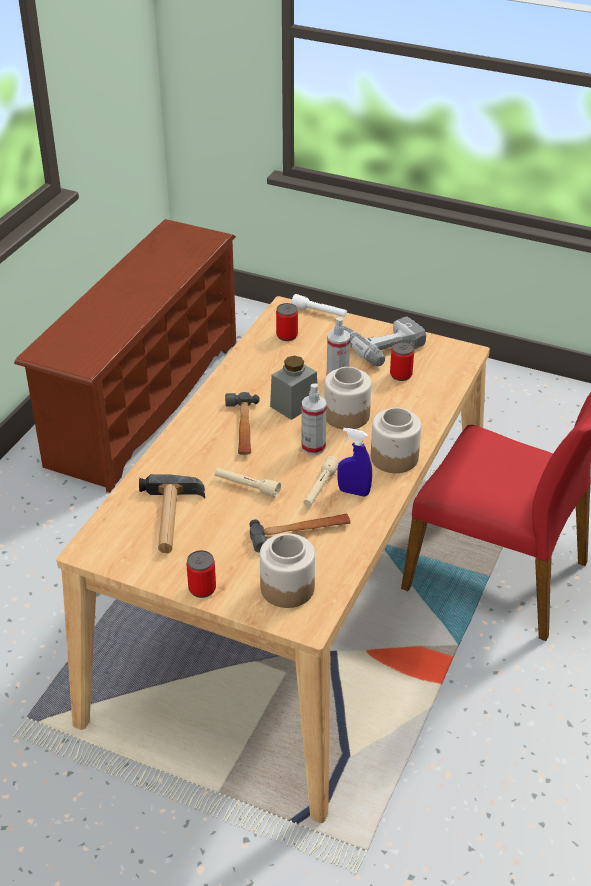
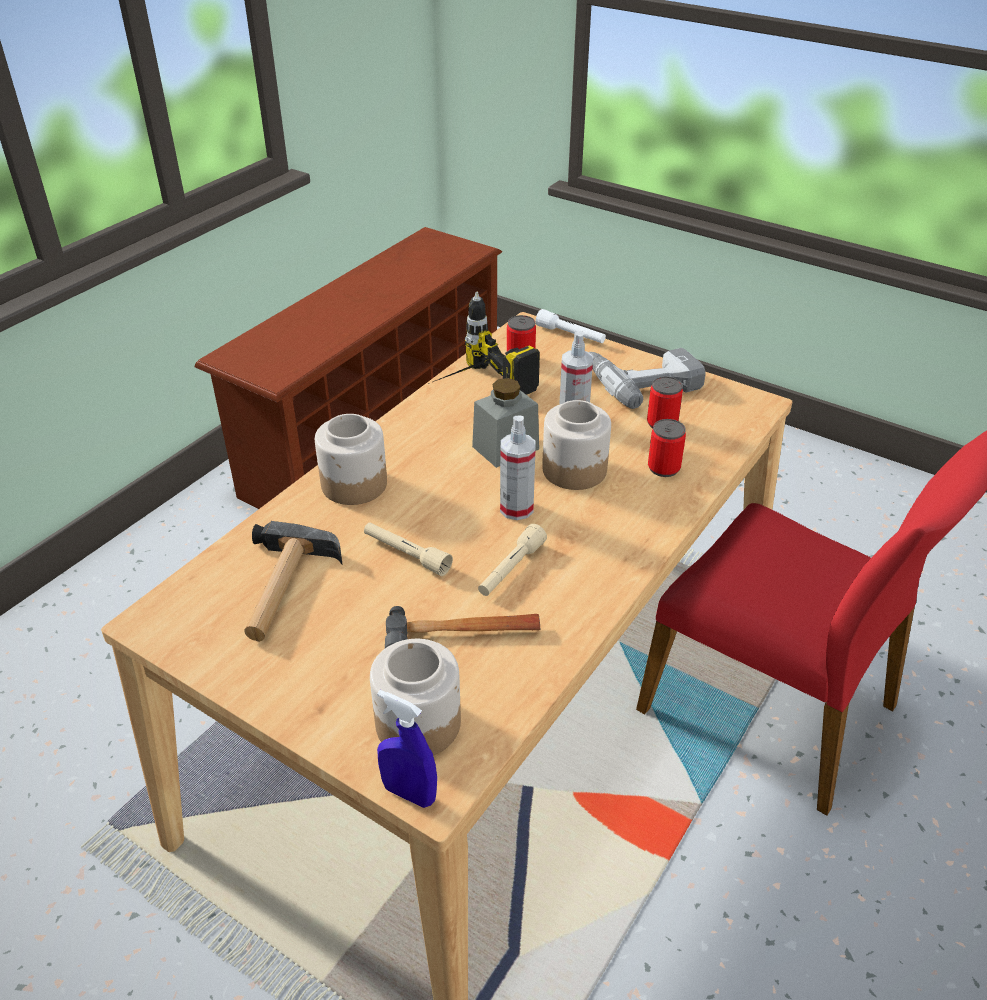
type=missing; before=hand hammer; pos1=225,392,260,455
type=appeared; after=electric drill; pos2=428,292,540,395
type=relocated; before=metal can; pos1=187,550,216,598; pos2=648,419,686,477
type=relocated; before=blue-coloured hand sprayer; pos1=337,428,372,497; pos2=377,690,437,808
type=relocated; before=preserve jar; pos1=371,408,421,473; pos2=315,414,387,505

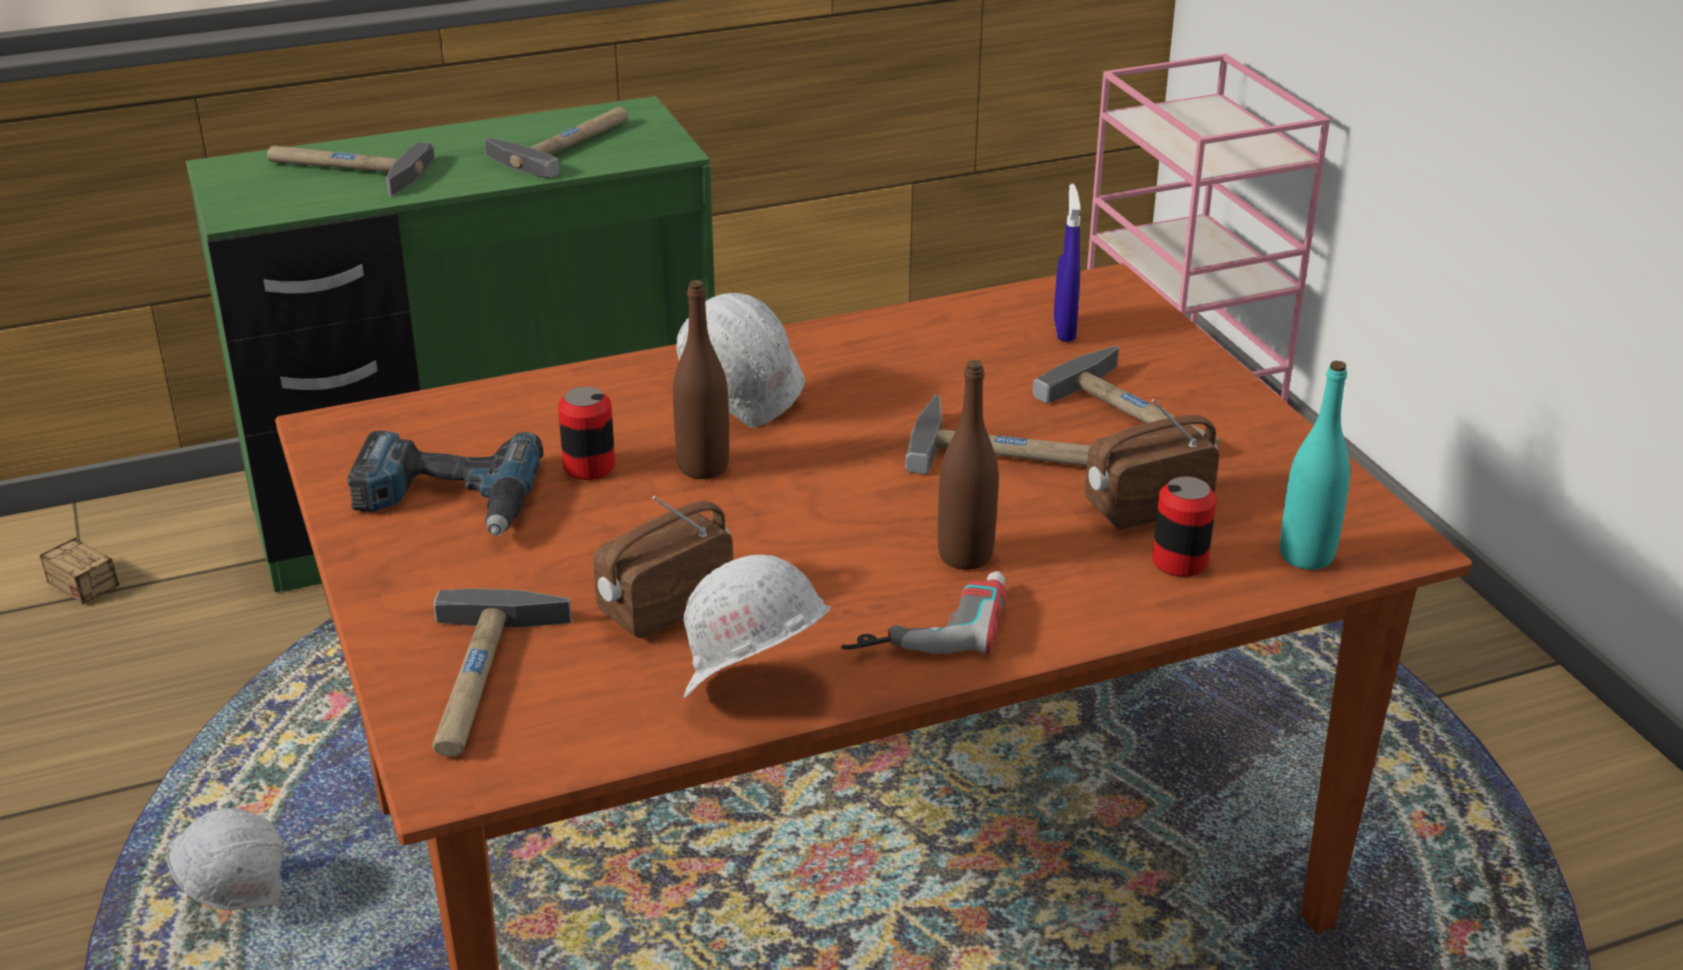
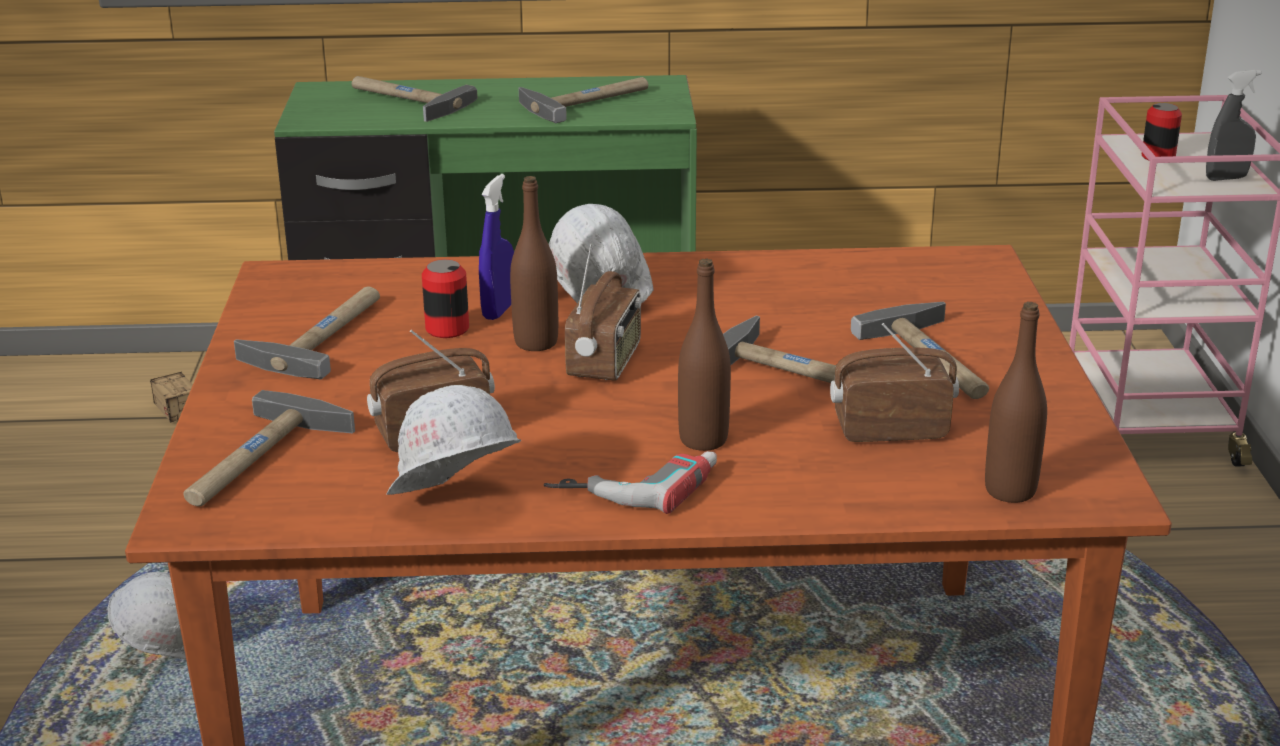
type=appeared; after=radio set; pos2=565,244,642,381
type=appeared; after=greyish hand sprayer; pos2=1206,70,1262,181
type=relocated; before=blue-coloured hand sprayer; pos1=1054,184,1080,342; pos2=479,174,514,320
type=relocated; before=metal can; pos1=1152,476,1217,577; pos2=1142,103,1182,160
type=exchanged; before=electric drill; after=hand hammer; pos1=347,431,543,536; pos2=234,287,380,379
type=colour; before=turquoise bottle; after=brownish bottle; pos1=1280,361,1350,570; pos2=985,302,1047,503

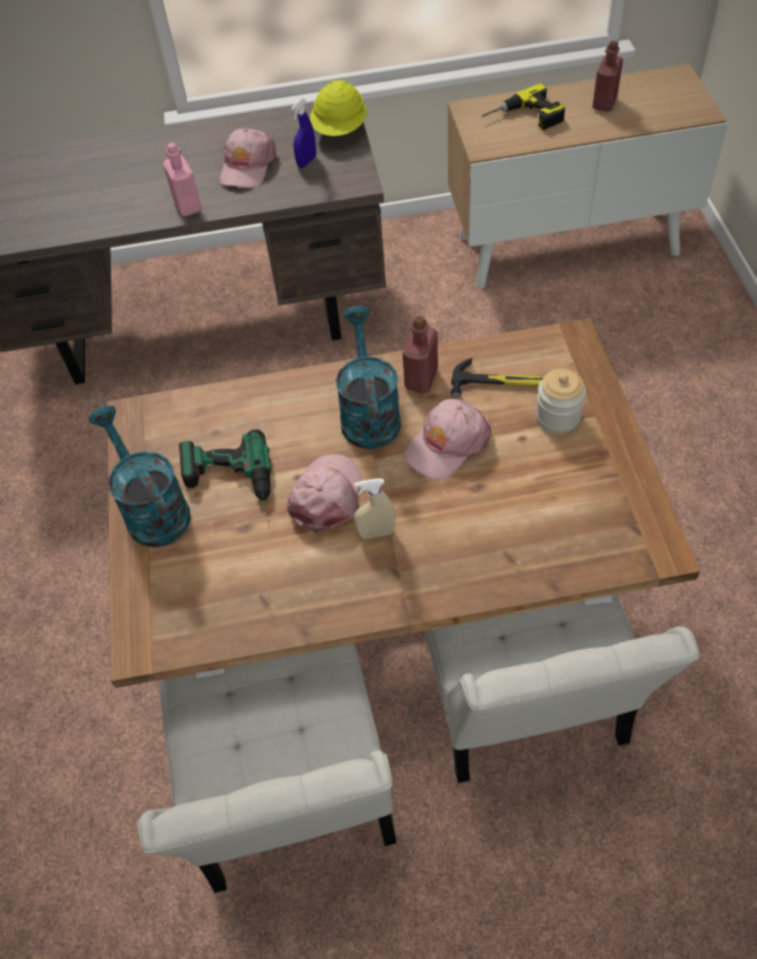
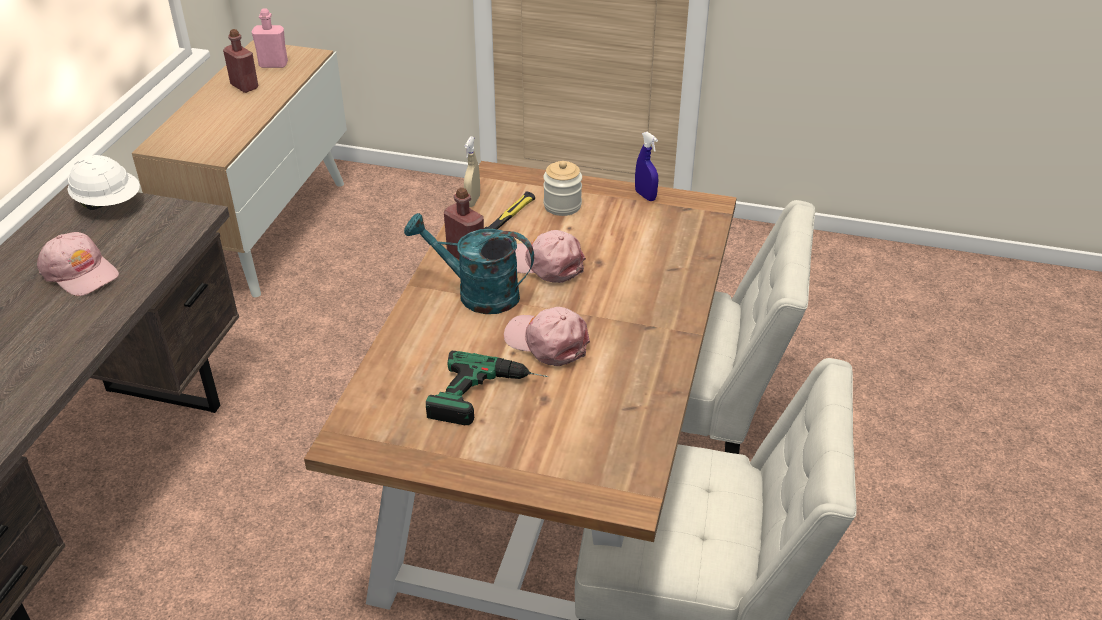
type=missing; before=turquoise sprinkling can; pos1=89,406,191,547
type=missing; before=electric drill; pos1=482,83,565,130
type=relocated; before=pink bottle; pos1=163,142,202,216; pos2=251,8,288,68
type=relocated; before=blue-coloured hand sprayer; pos1=291,99,316,168; pos2=635,132,658,201
type=relocated; before=sand-coloured hand sprayer; pos1=354,478,395,539; pos2=464,136,480,207
type=colour; before=yellow work helmet; after=white work helmet; pos1=310,80,367,136; pos2=68,154,140,210
type=spun; before=pink baseball cap; pos1=404,399,491,479; pos2=515,230,586,283; turn=135

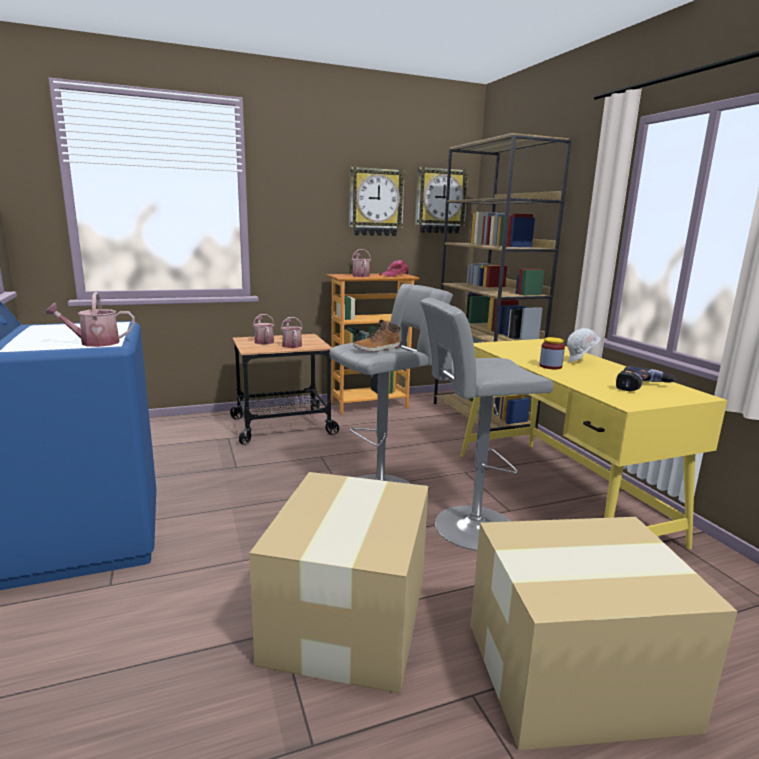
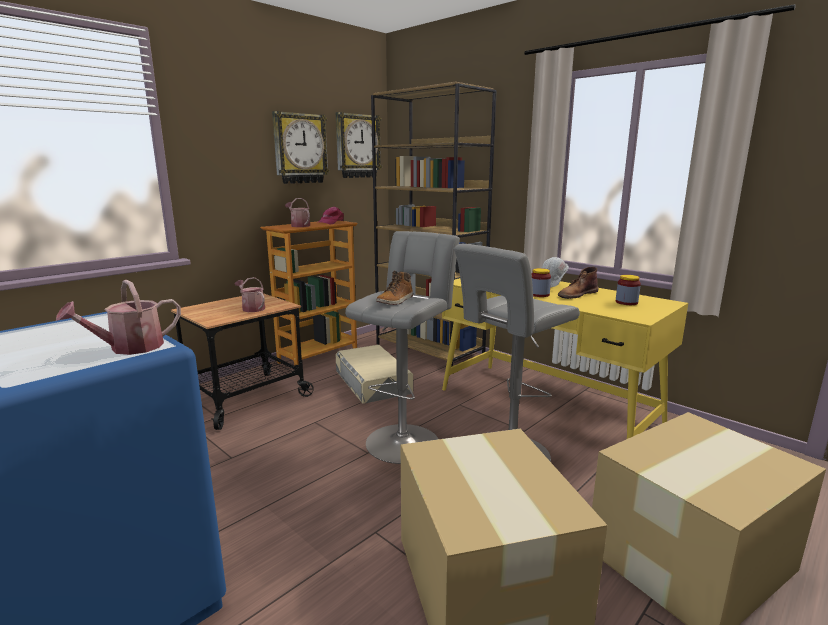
type=missing; before=sprinkling can; pos1=253,314,275,345
type=appeared; after=sand-coloured storage bin; pos2=336,345,413,404
type=appeared; after=brownish boot; pos2=558,267,598,299
type=exchanged; before=electric drill; after=preserve jar; pos1=616,366,676,392; pos2=616,275,641,305

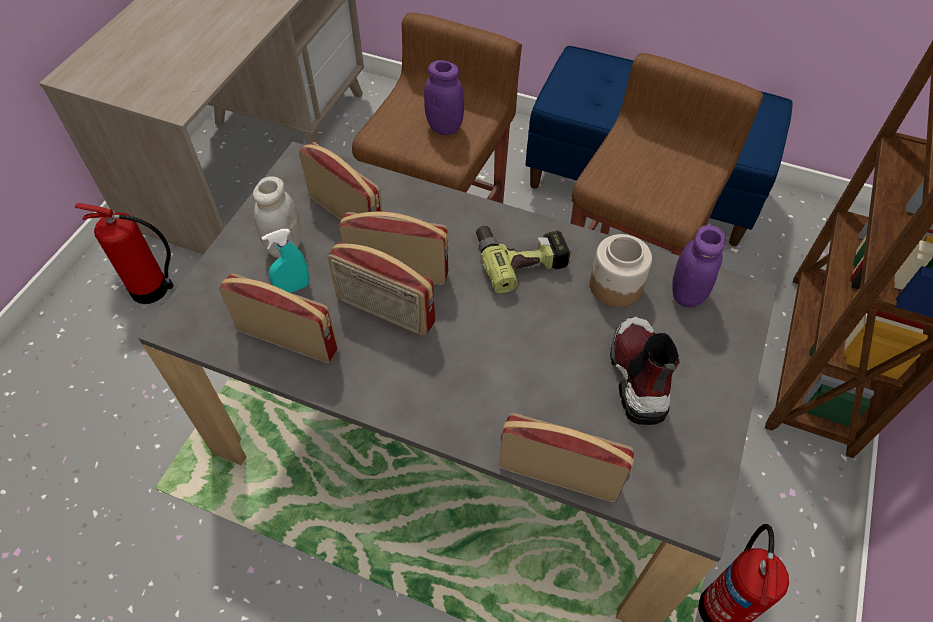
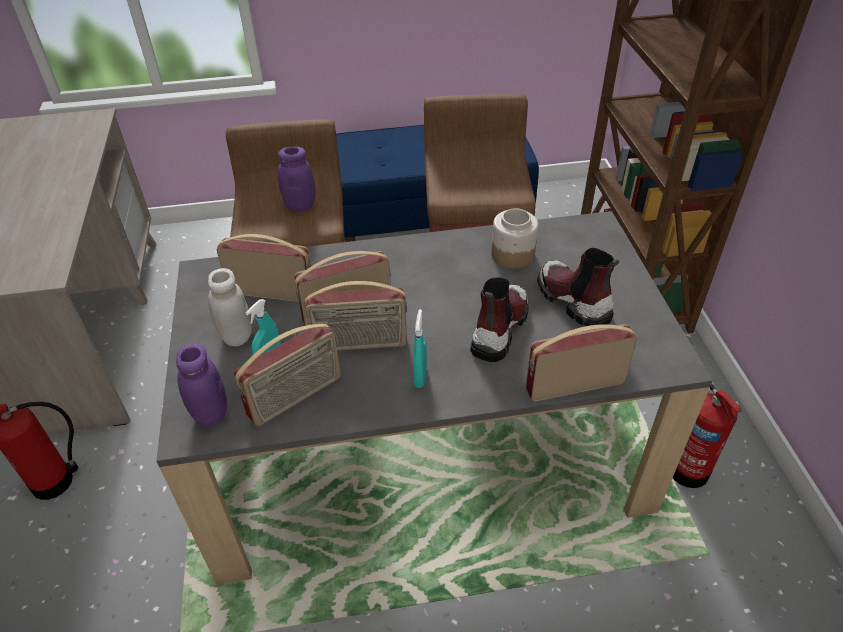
type=missing; before=electric drill; pos1=476,226,571,293
type=appeared; after=turquoise hand sprayer; pos2=413,309,427,388
type=appeared; after=boot; pos2=471,277,529,362
type=relocated; before=purple-coloured preserve jar; pos1=672,225,726,307; pos2=176,343,227,426
type=spun; before=radio set; pos1=219,273,338,363; pos2=234,323,341,426; turn=150

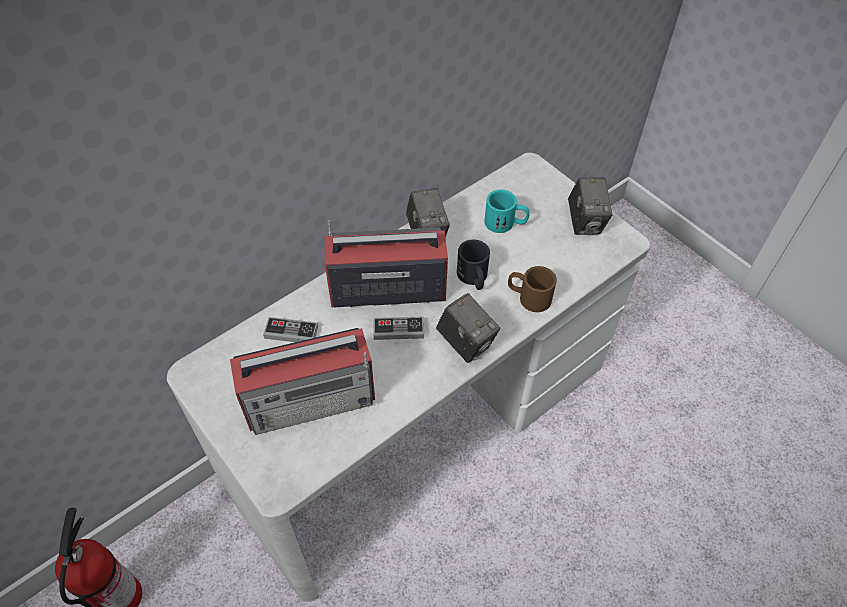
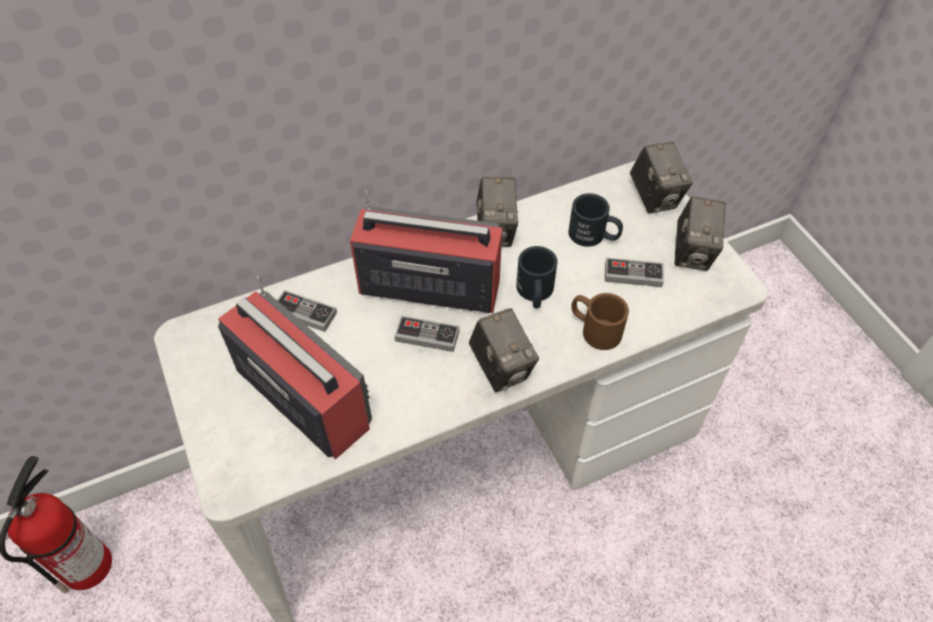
type=appeared; after=gamepad; pos2=605,258,664,287
type=appeared; after=photo camera; pos2=630,142,693,214
type=colour; before=turquoise tea mug; after=black-coloured tea mug; pos1=484,189,529,233; pos2=568,193,623,247
type=spun; before=radio set; pos1=230,328,375,435; pos2=218,276,372,460; turn=-135

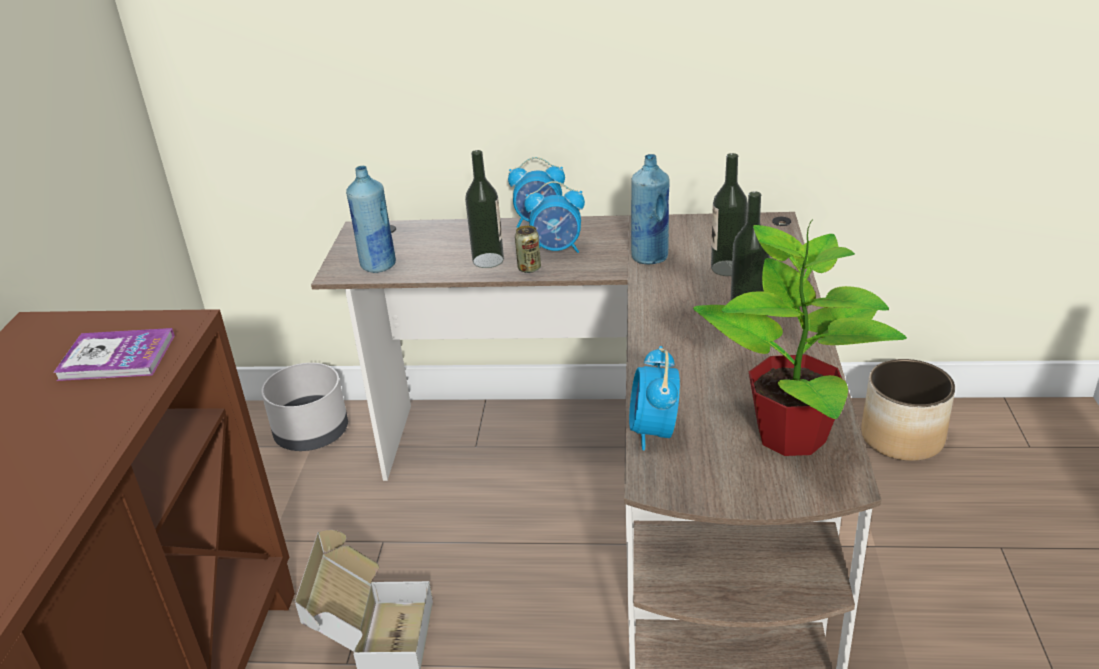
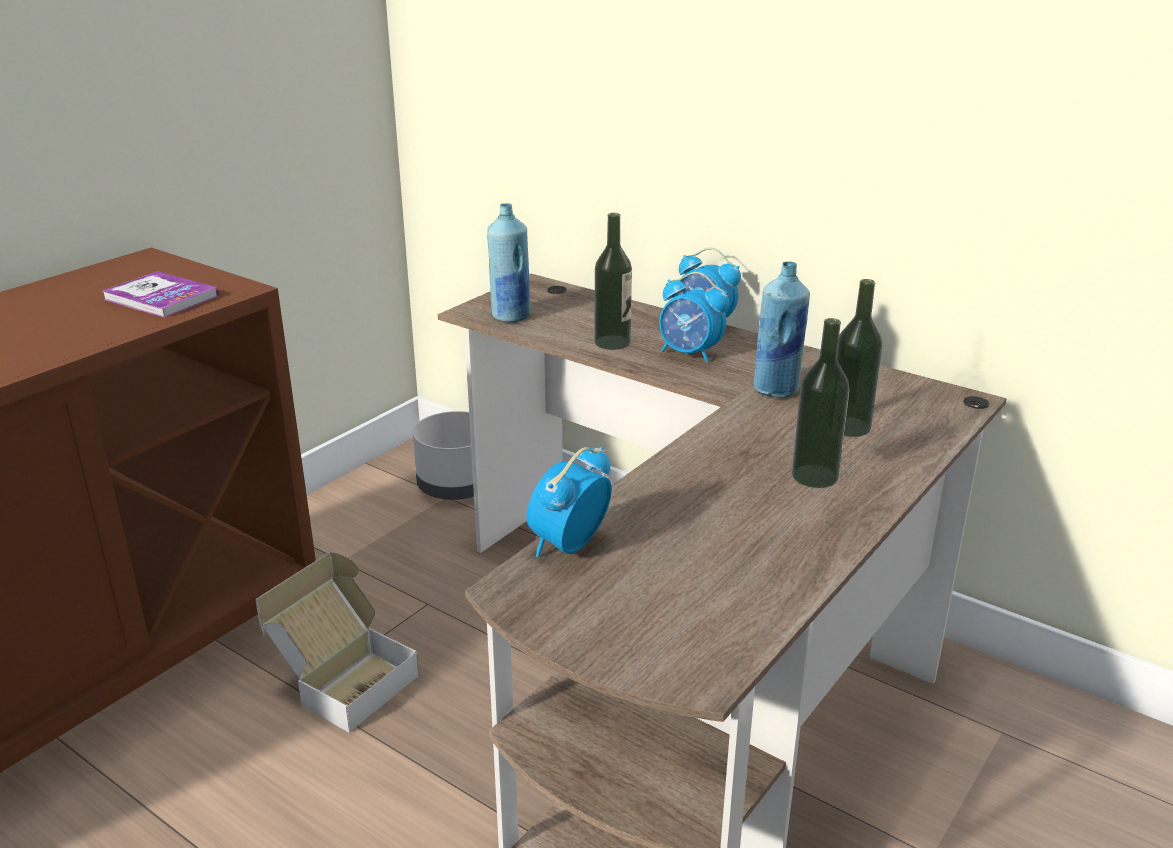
type=missing; before=metal can; pos1=515,225,541,273
type=missing; before=houseplant; pos1=693,219,907,456
type=missing; before=plant pot; pos1=861,359,955,461

